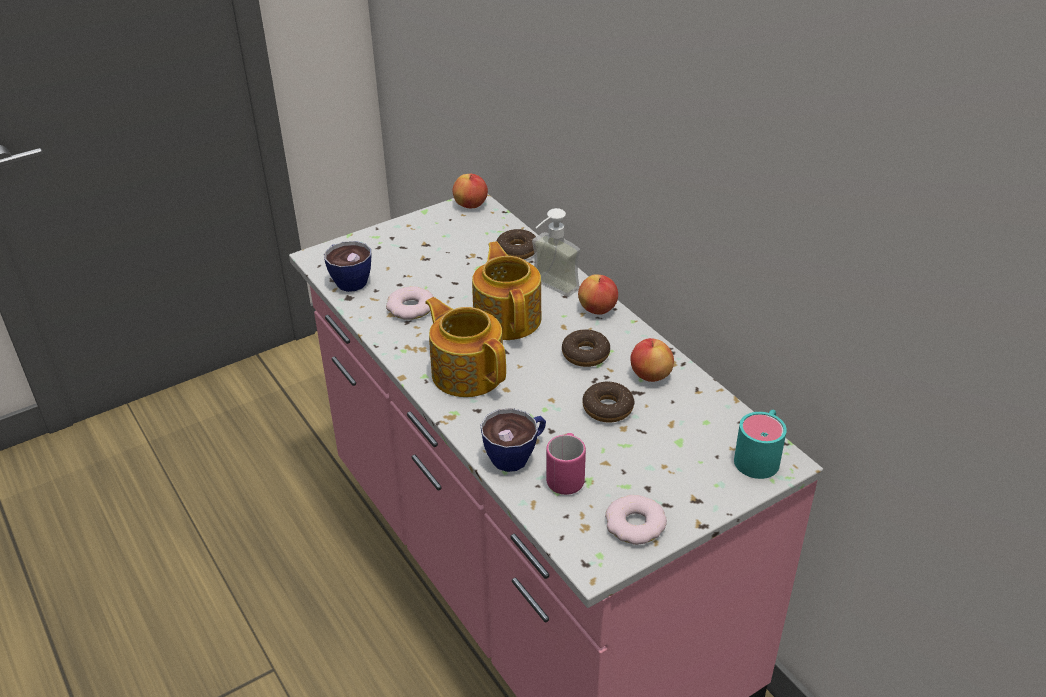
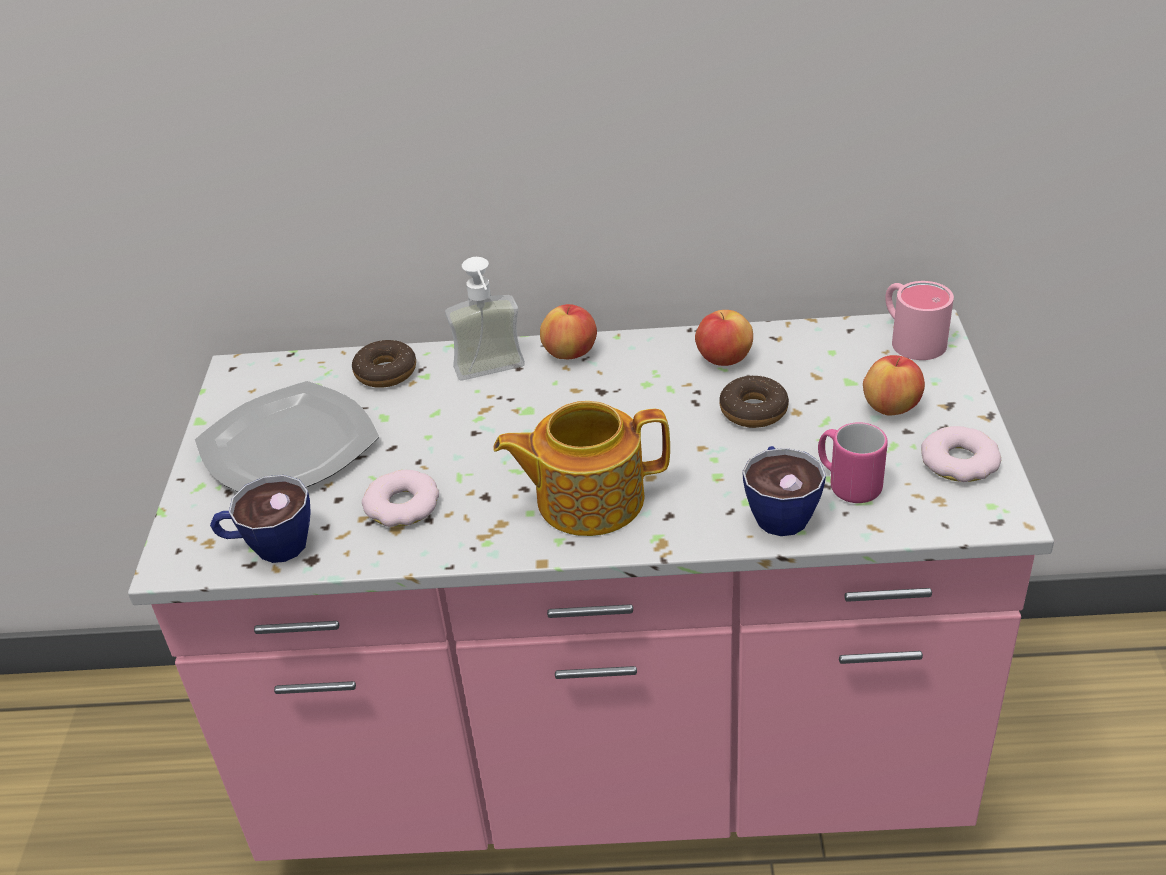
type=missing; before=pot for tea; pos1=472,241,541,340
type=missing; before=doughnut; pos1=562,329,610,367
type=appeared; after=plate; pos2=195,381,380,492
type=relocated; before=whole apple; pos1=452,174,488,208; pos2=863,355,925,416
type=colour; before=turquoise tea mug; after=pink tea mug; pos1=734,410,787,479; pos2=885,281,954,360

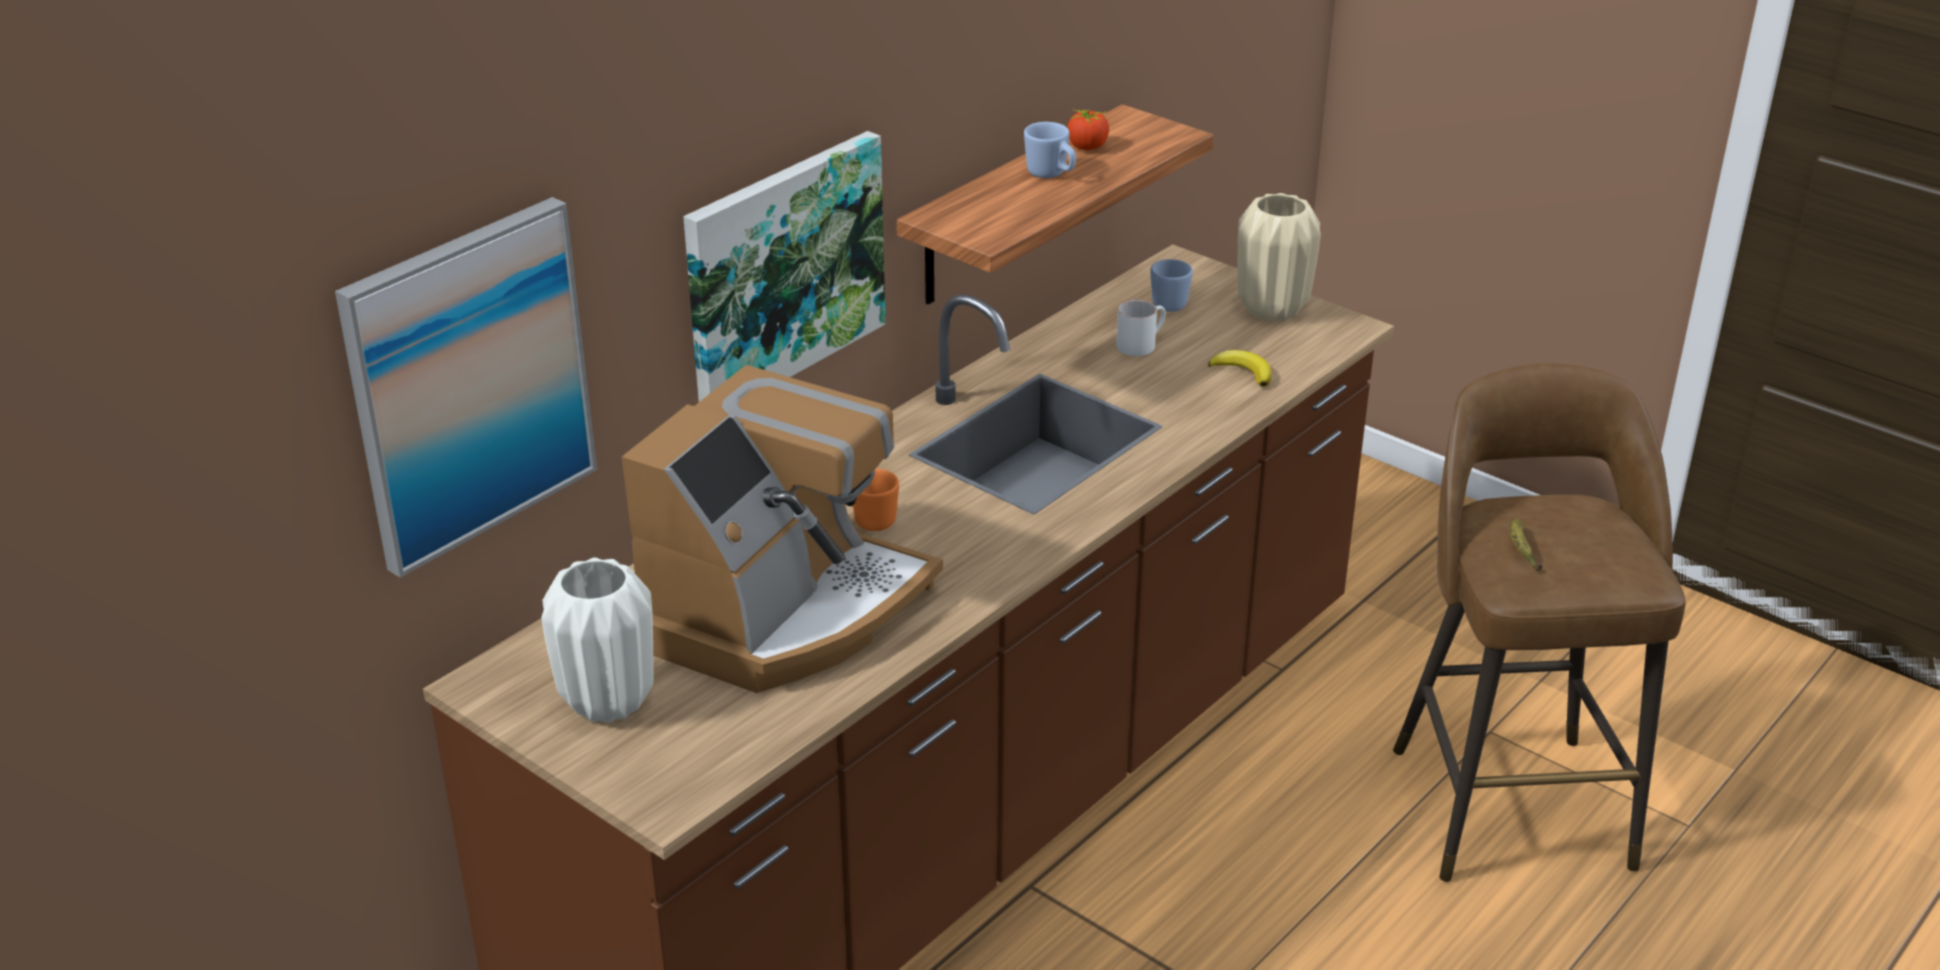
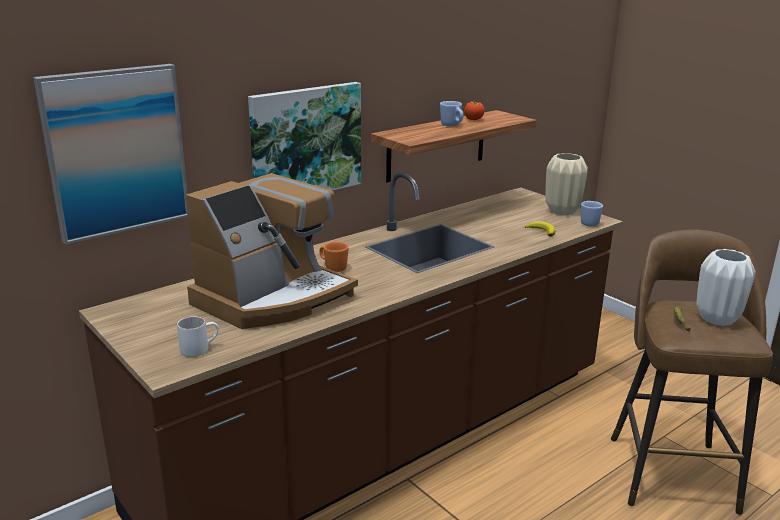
type=relocated; before=white vase; pos1=541,557,654,723; pos2=696,249,756,326
type=relocated; before=white tea mug; pos1=1116,300,1166,356; pos2=177,316,219,357
type=relocated; before=blue-coloured tea mug; pos1=1150,259,1193,312; pos2=581,201,603,227

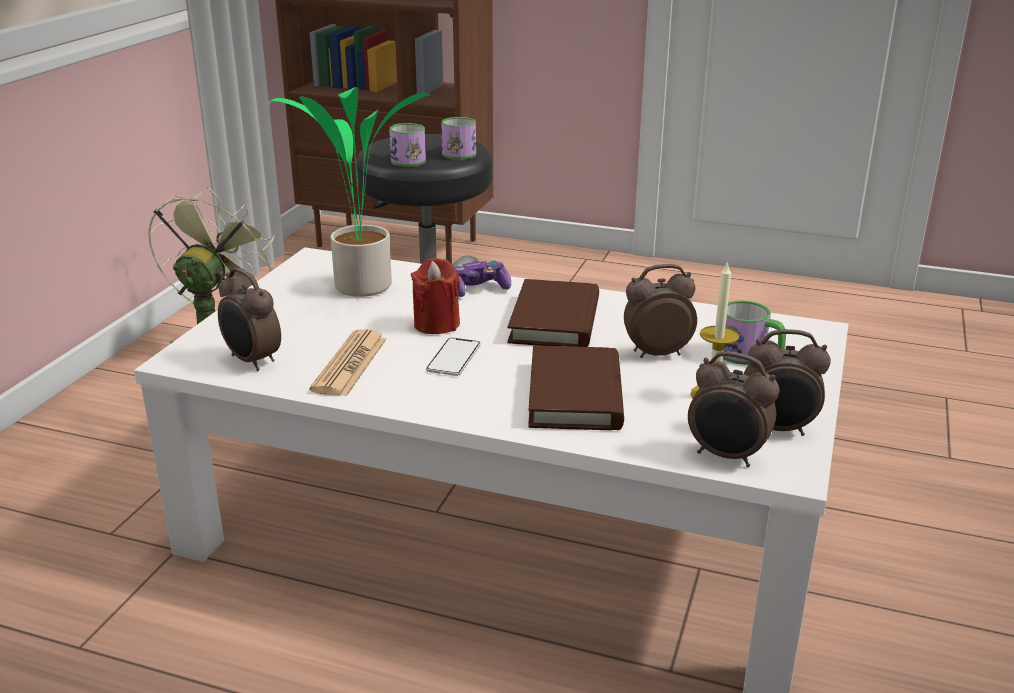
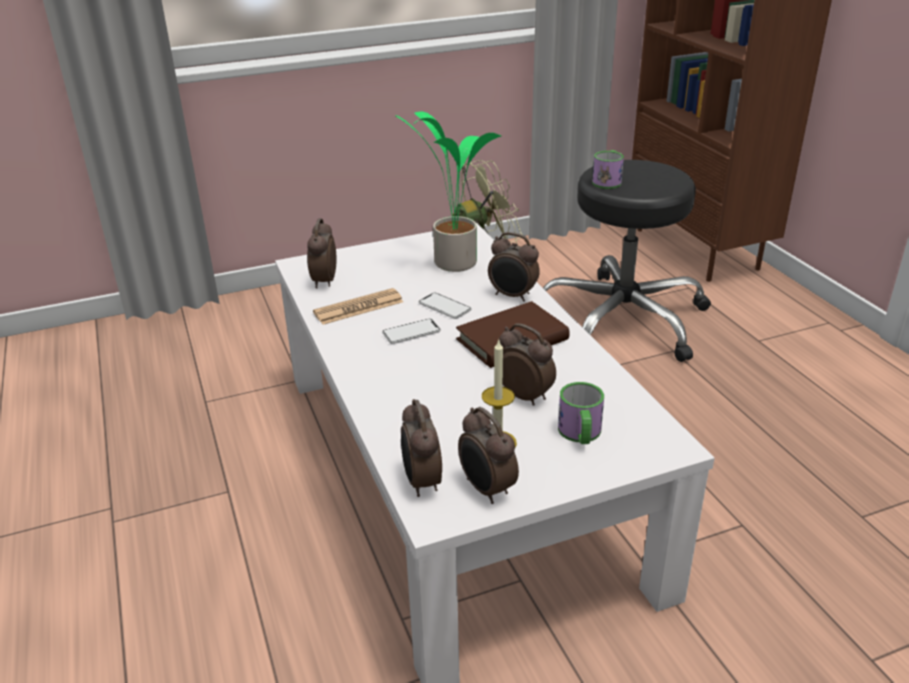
type=missing; before=tea mug; pos1=441,117,476,160
type=missing; before=brownish bound book; pos1=528,346,624,430
type=exchanged; before=reddish candle; after=handset; pos1=411,258,460,334; pos2=419,293,471,319
type=exchanged; before=gamepad; after=alarm clock; pos1=454,261,511,297; pos2=488,232,540,302

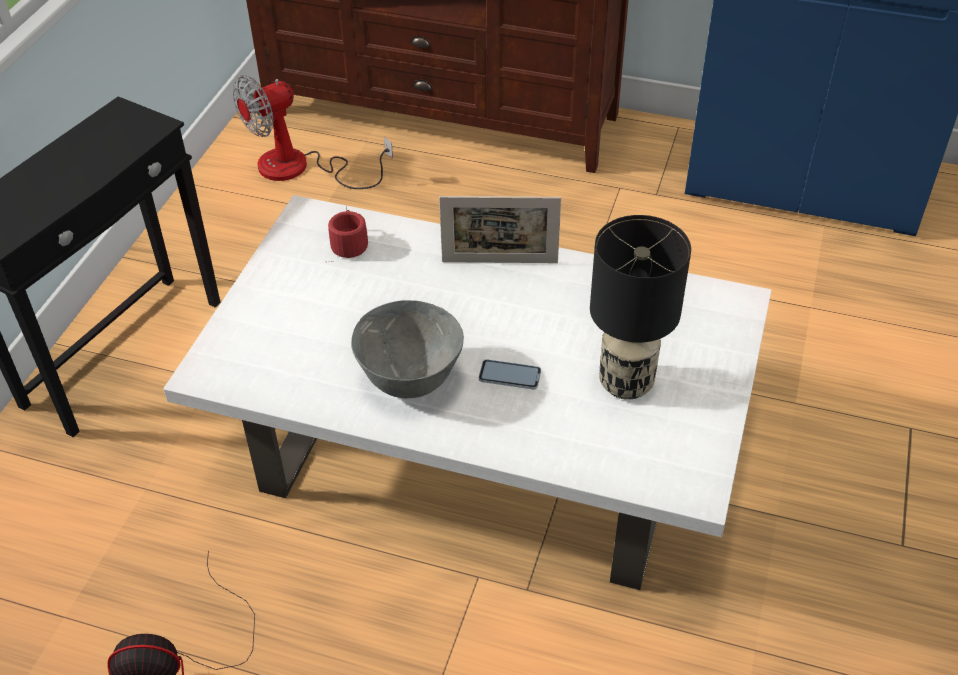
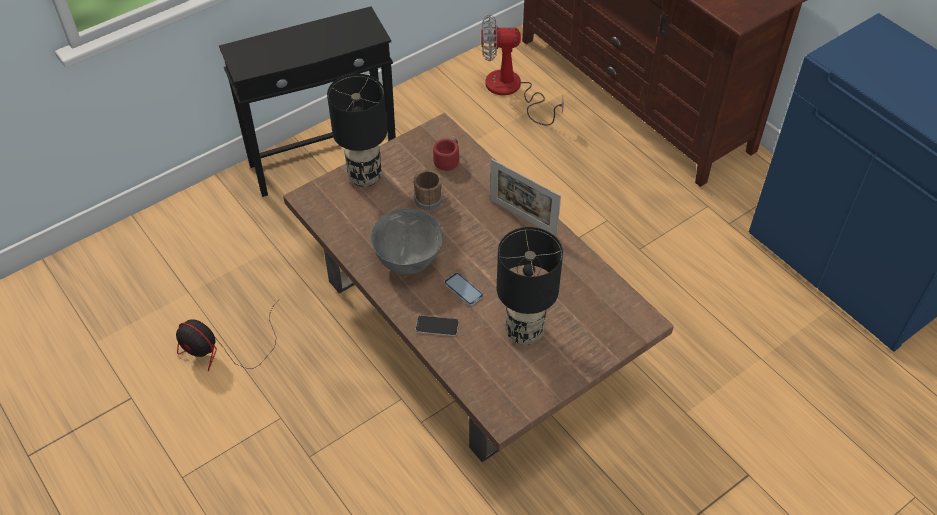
type=appeared; after=black-coloured tabletop lamp; pos2=327,74,387,187
type=appeared; after=brownish tea mug; pos2=413,170,442,211
type=appeared; after=handset; pos2=416,315,459,336
type=colour; before=white lounge table; after=brownish lounge table; pos1=163,195,772,590; pos2=283,113,674,462

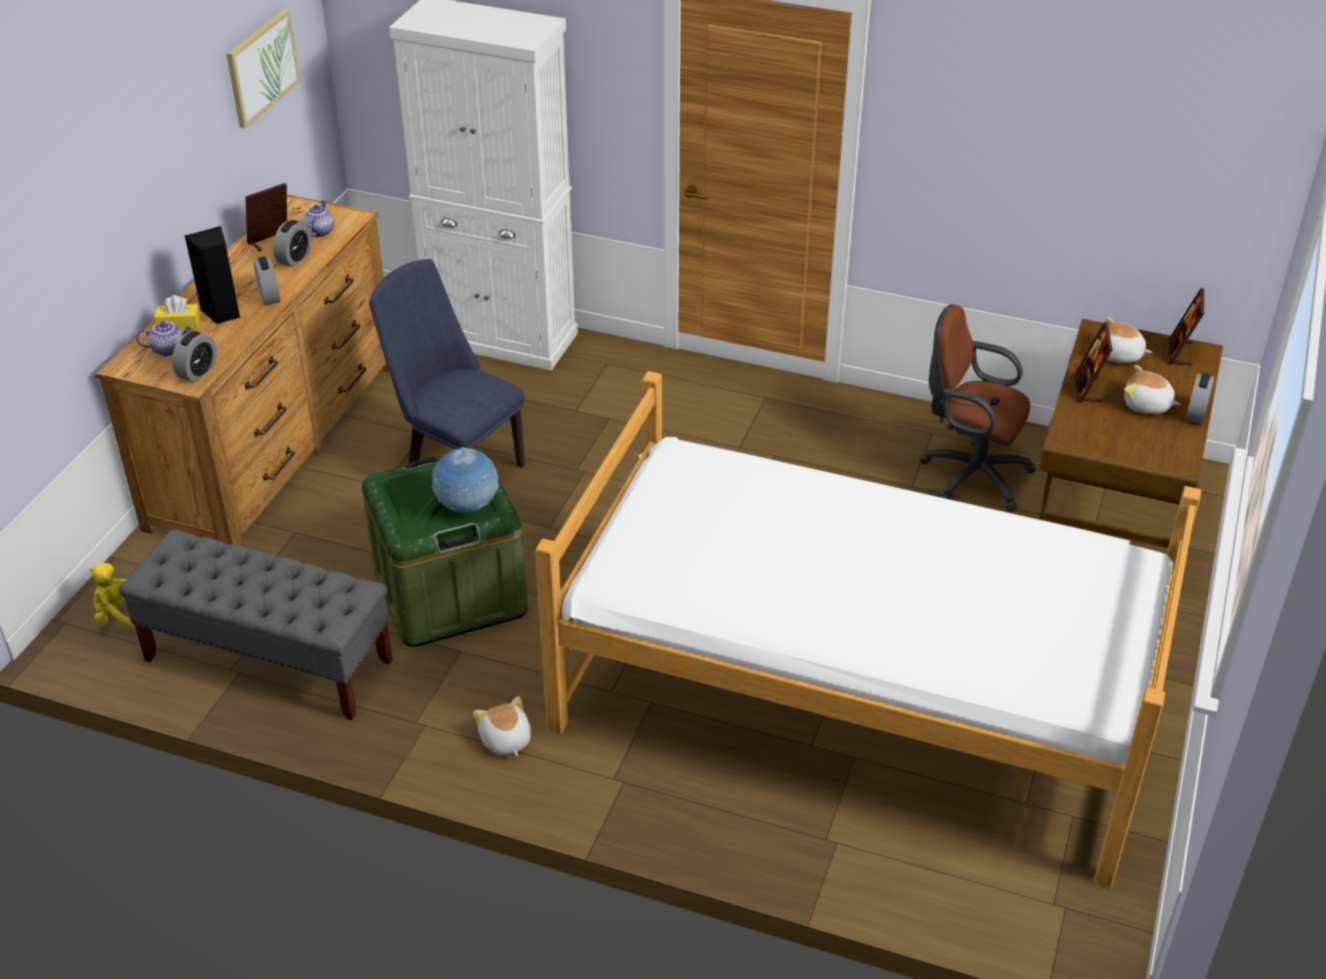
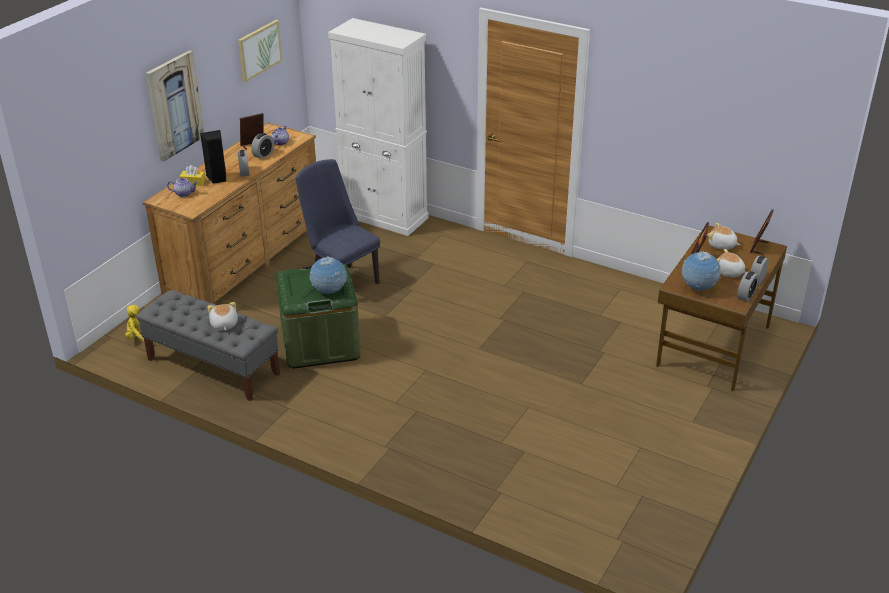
type=missing; before=bedroom bed; pos1=535,371,1201,887
type=missing; before=brownish computer chair; pos1=919,304,1036,511
type=appeared; after=wall picture; pos2=146,51,204,162
type=appeared; after=world globe; pos2=682,251,721,291
type=relocated; before=alarm clock; pos1=172,331,217,383; pos2=737,271,759,302
type=relocated; before=cuddly toy; pos1=473,696,531,756; pos2=208,302,238,330

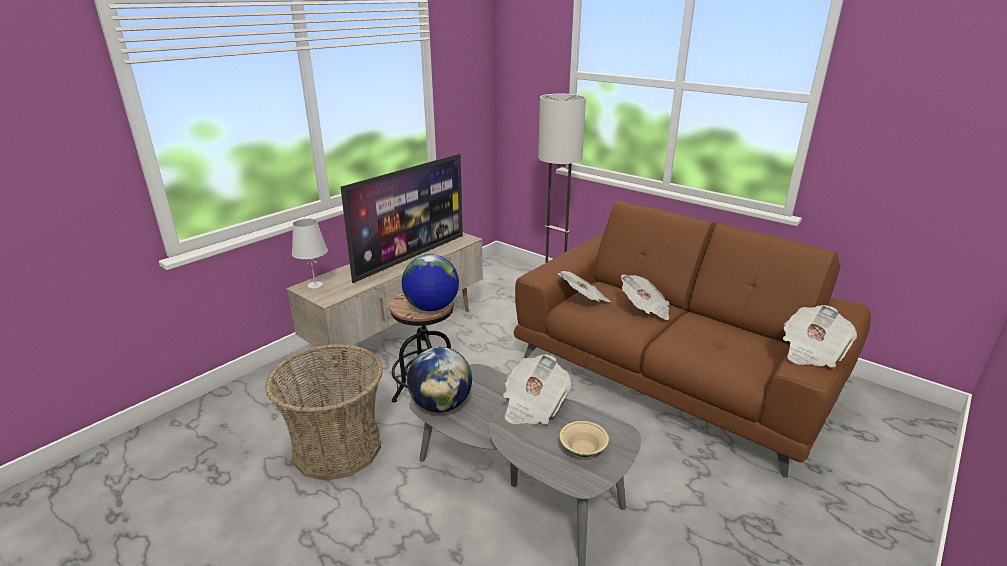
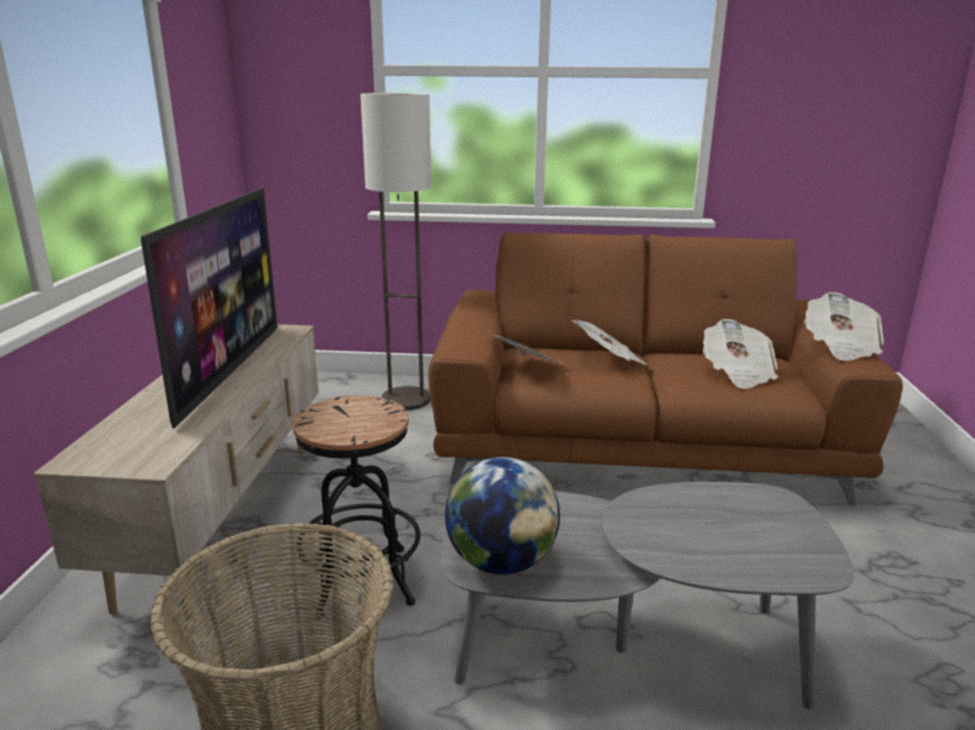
type=missing; before=white tabletop lamp; pos1=292,218,328,289
type=missing; before=world globe; pos1=402,254,459,311
type=missing; before=sand-coloured serving bowl; pos1=560,421,609,457
type=relocated; before=daily paper; pos1=503,354,571,425; pos2=703,319,778,389

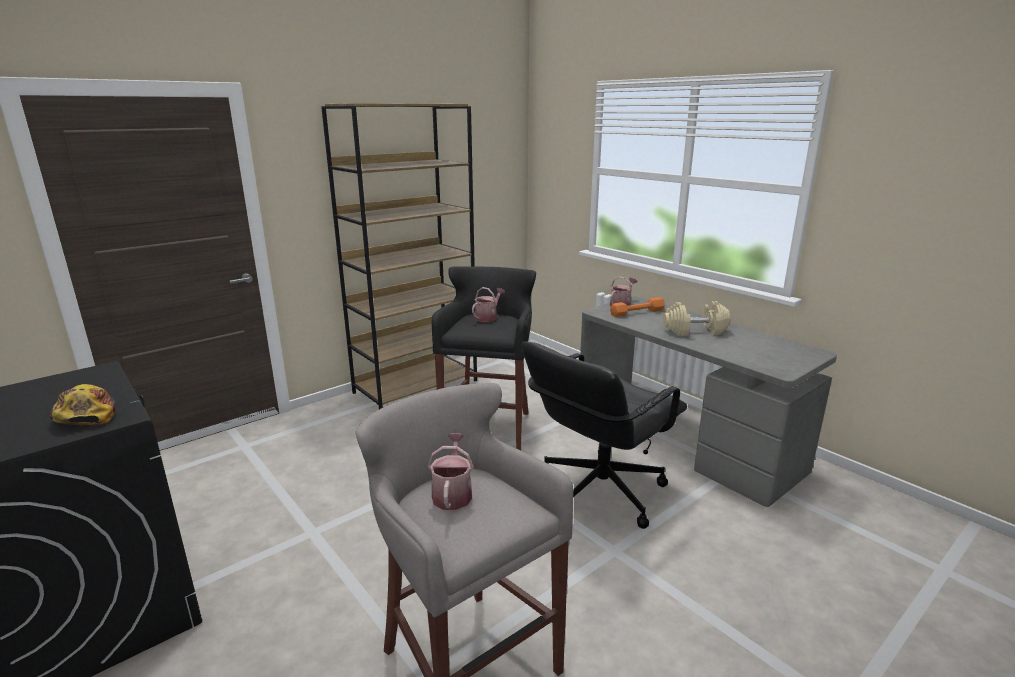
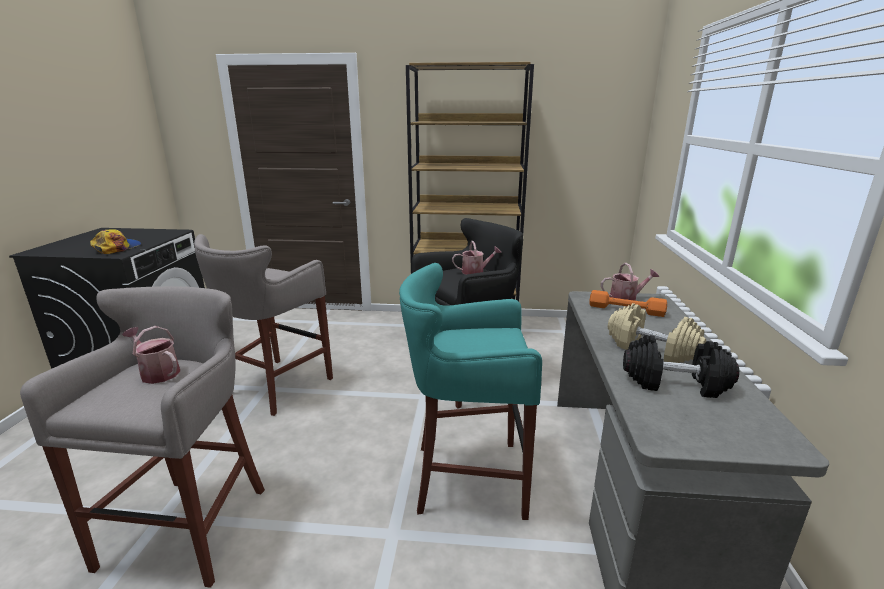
type=appeared; after=greyish stool seat; pos2=194,234,333,416
type=appeared; after=black-coloured hand weight; pos2=623,335,739,398
type=exchanged; before=black-coloured computer chair; after=turquoise stool seat; pos1=521,341,687,529; pos2=399,263,542,520
type=spun; before=sprinkling can; pos1=428,433,474,510; pos2=122,326,180,384; turn=-105

